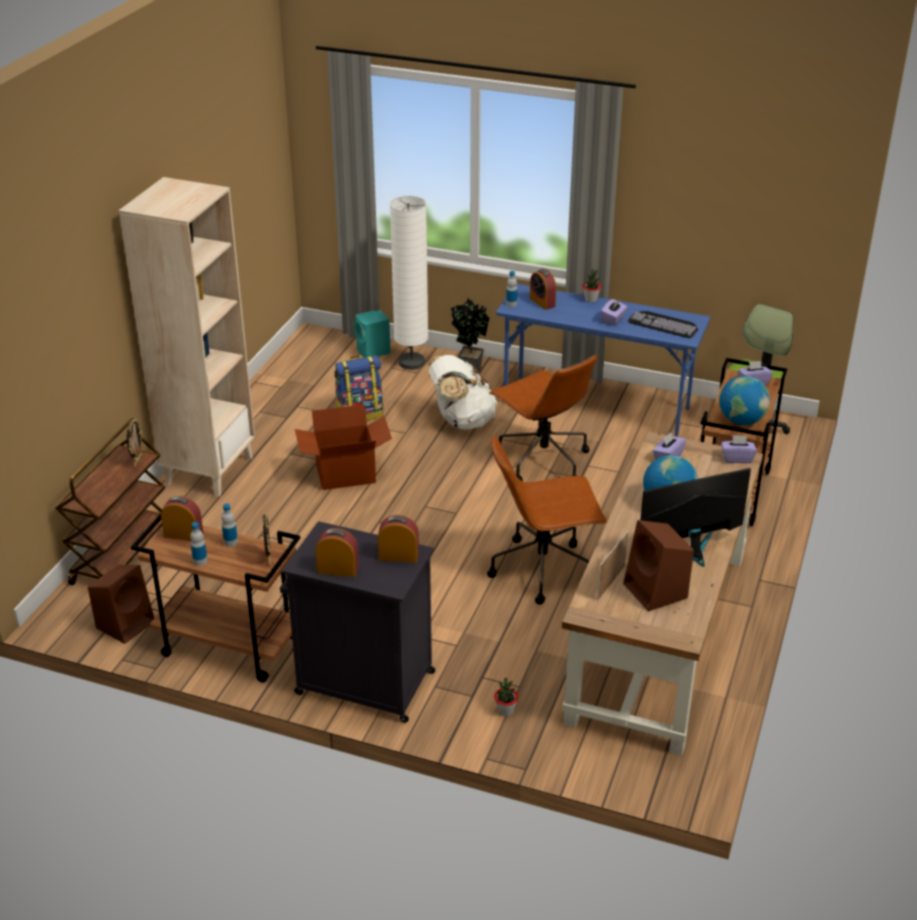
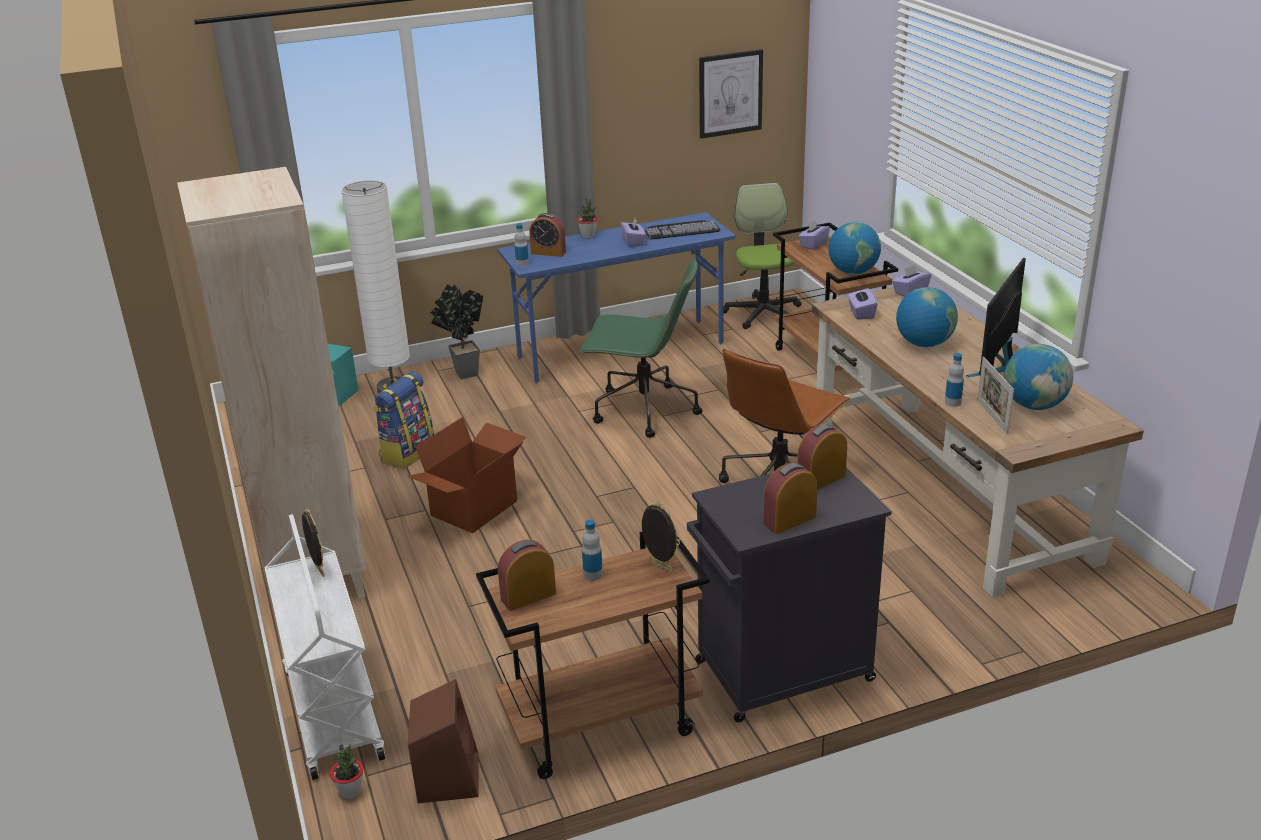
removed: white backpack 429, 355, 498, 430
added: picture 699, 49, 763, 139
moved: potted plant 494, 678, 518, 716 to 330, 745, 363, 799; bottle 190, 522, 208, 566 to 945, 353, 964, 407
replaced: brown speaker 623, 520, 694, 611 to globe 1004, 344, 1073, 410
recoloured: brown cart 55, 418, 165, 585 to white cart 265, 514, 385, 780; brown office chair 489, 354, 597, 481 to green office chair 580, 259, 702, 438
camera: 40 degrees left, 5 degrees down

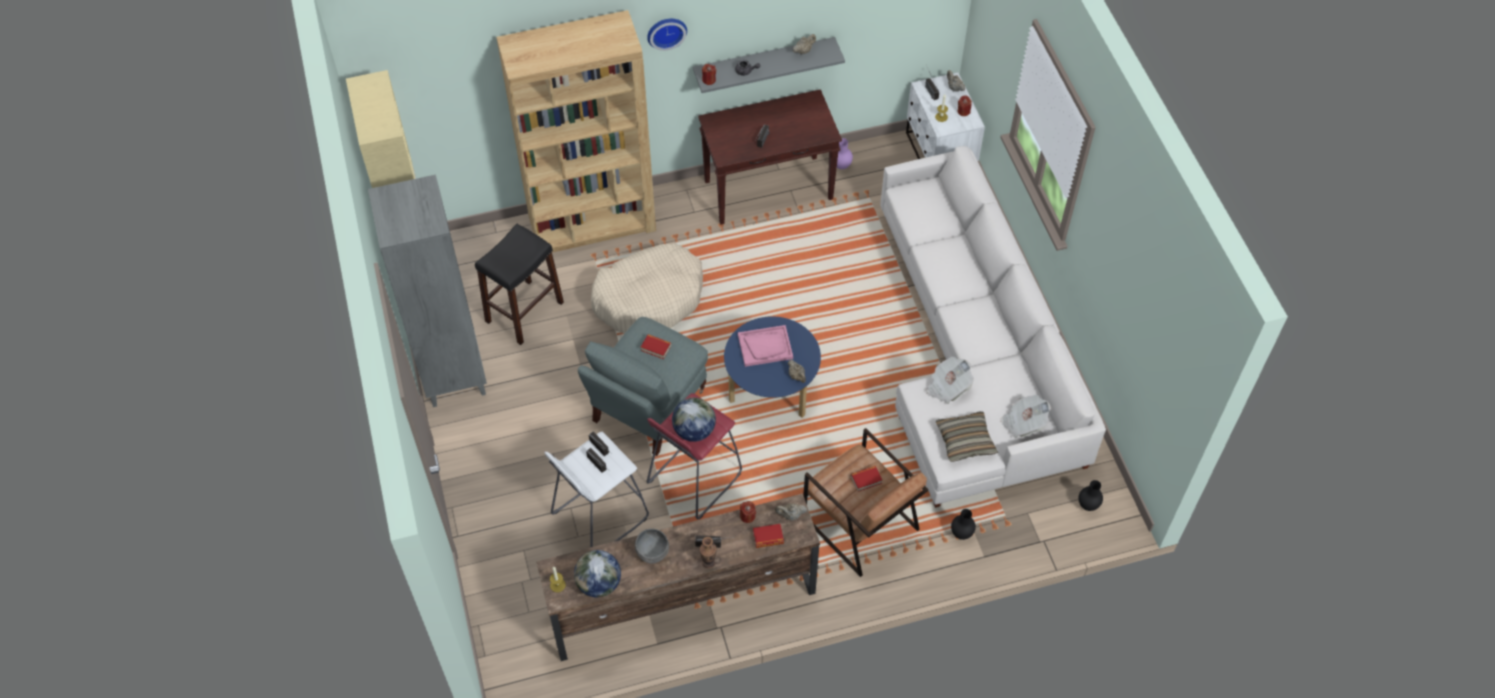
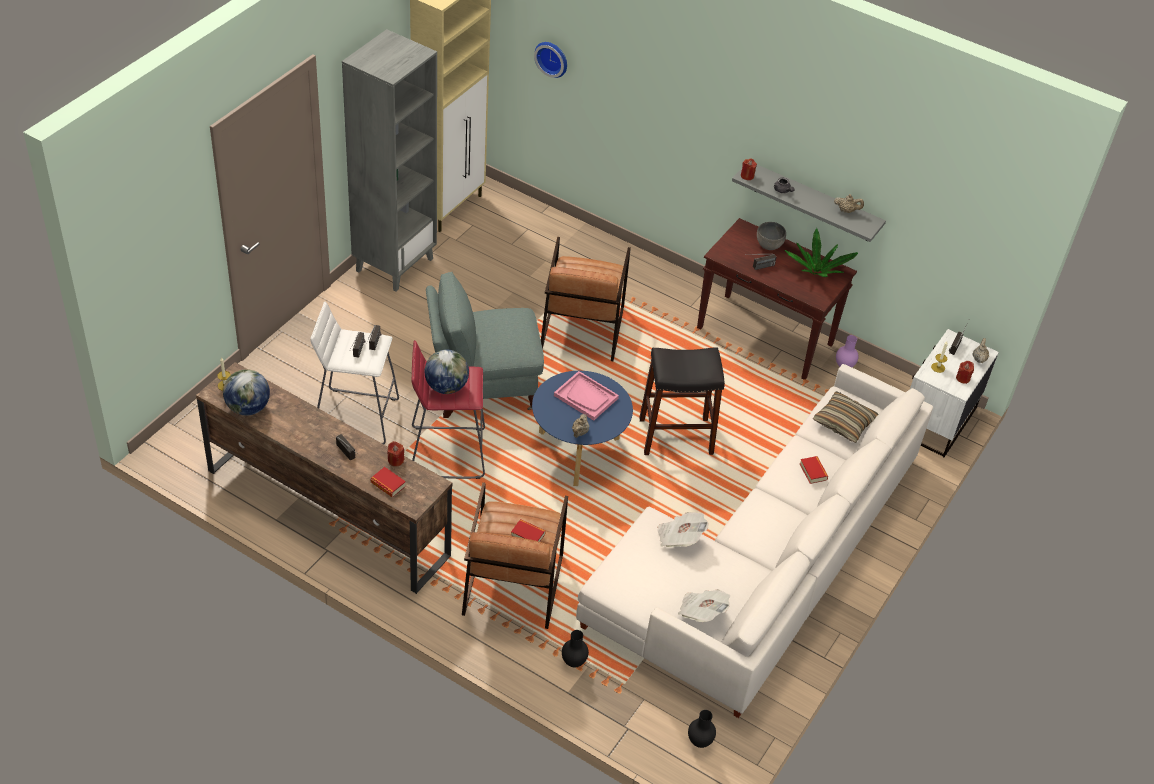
removed: brown bookcase 496, 10, 656, 253; vase 700, 537, 717, 568; beige teapot 775, 503, 808, 521
added: potted plant 785, 228, 858, 277
moved: wall clock 647, 19, 687, 51 to 534, 42, 567, 78; black stool 475, 224, 564, 345 to 639, 347, 725, 455; grey bowl 635, 529, 669, 564 to 757, 222, 786, 250; book 641, 334, 671, 359 to 800, 456, 828, 484; pillow 936, 411, 998, 462 to 813, 391, 878, 443
replaced: beige dog bed 591, 243, 703, 334 to brown armchair 541, 237, 631, 361
camera: 45 degrees right, 10 degrees down

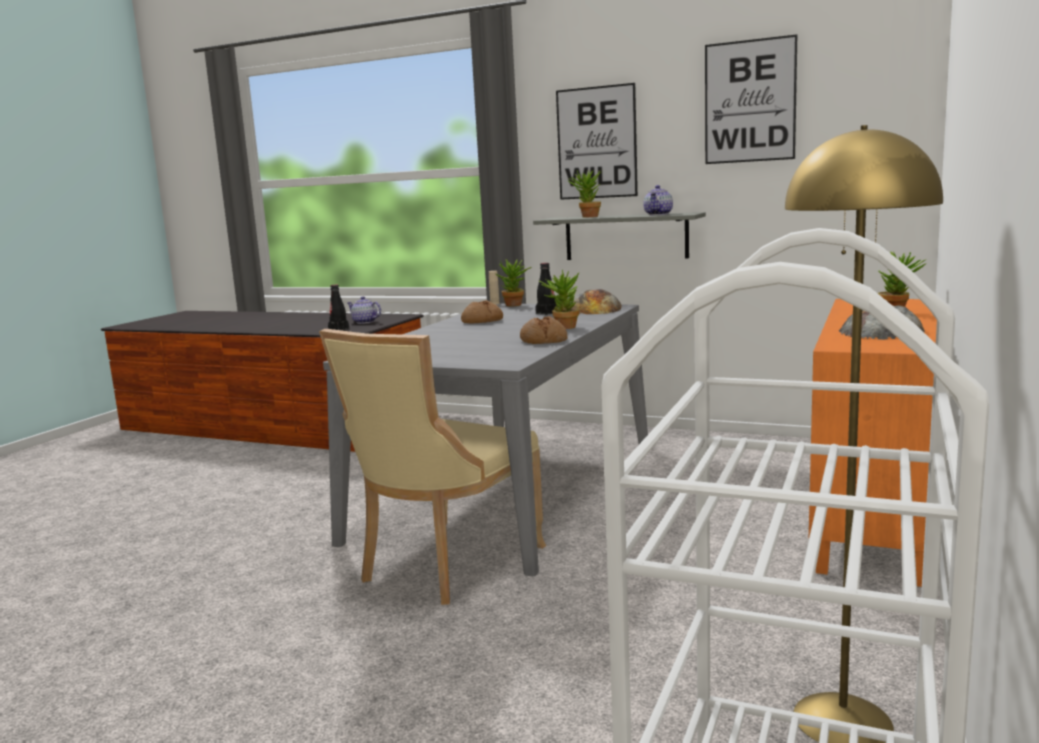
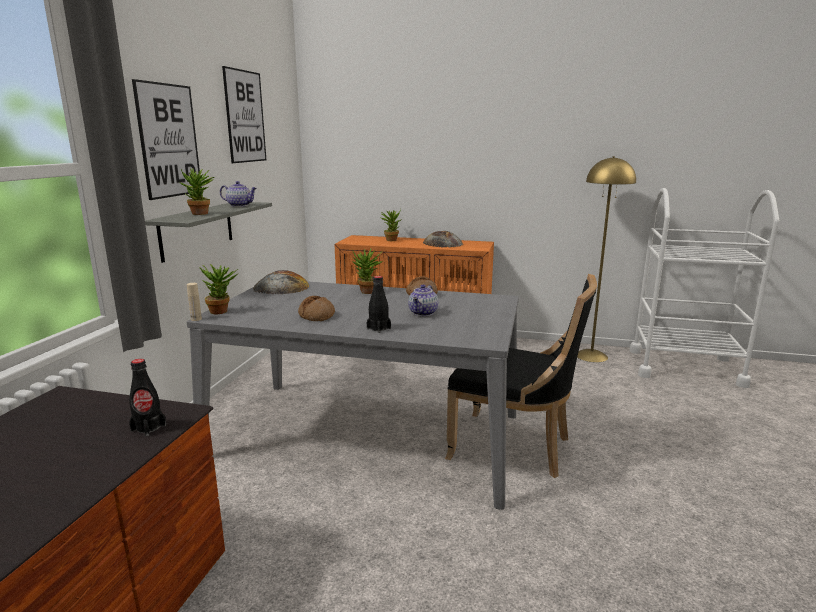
moved: black bottle 535, 263, 557, 316 to 367, 276, 391, 333; teapot 347, 296, 381, 324 to 408, 285, 438, 316
recoloured: beige chair 319, 329, 546, 605 to black chair 445, 274, 597, 478
camera: 100 degrees left, 5 degrees up

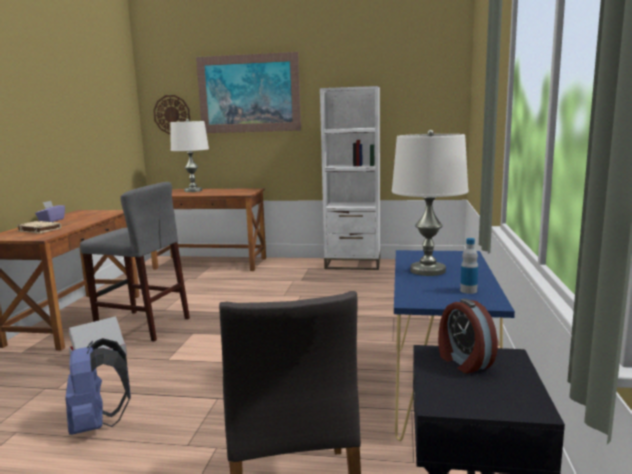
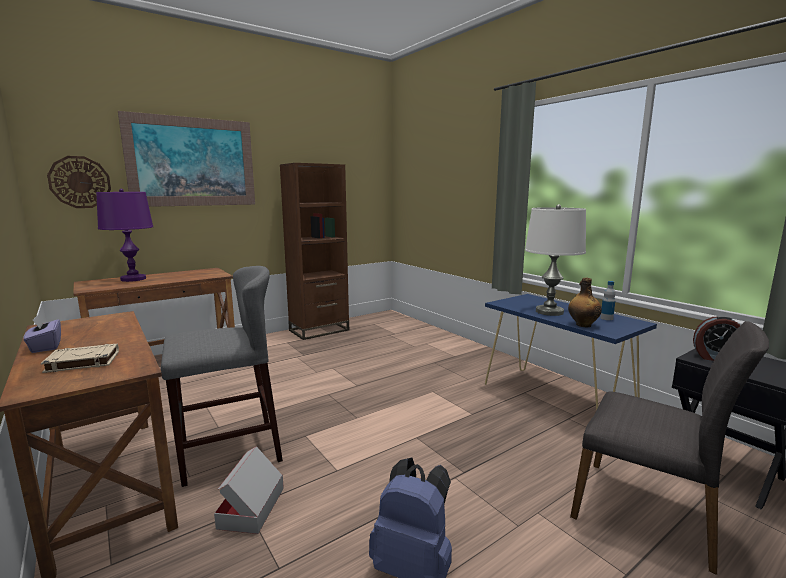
added: bottle 568, 278, 602, 327
recoloured: white table lamp 171, 119, 209, 192 to purple table lamp 96, 189, 153, 282; white bookcase 320, 86, 380, 270 to brown bookcase 280, 163, 349, 340
camera: 45 degrees left, 0 degrees up

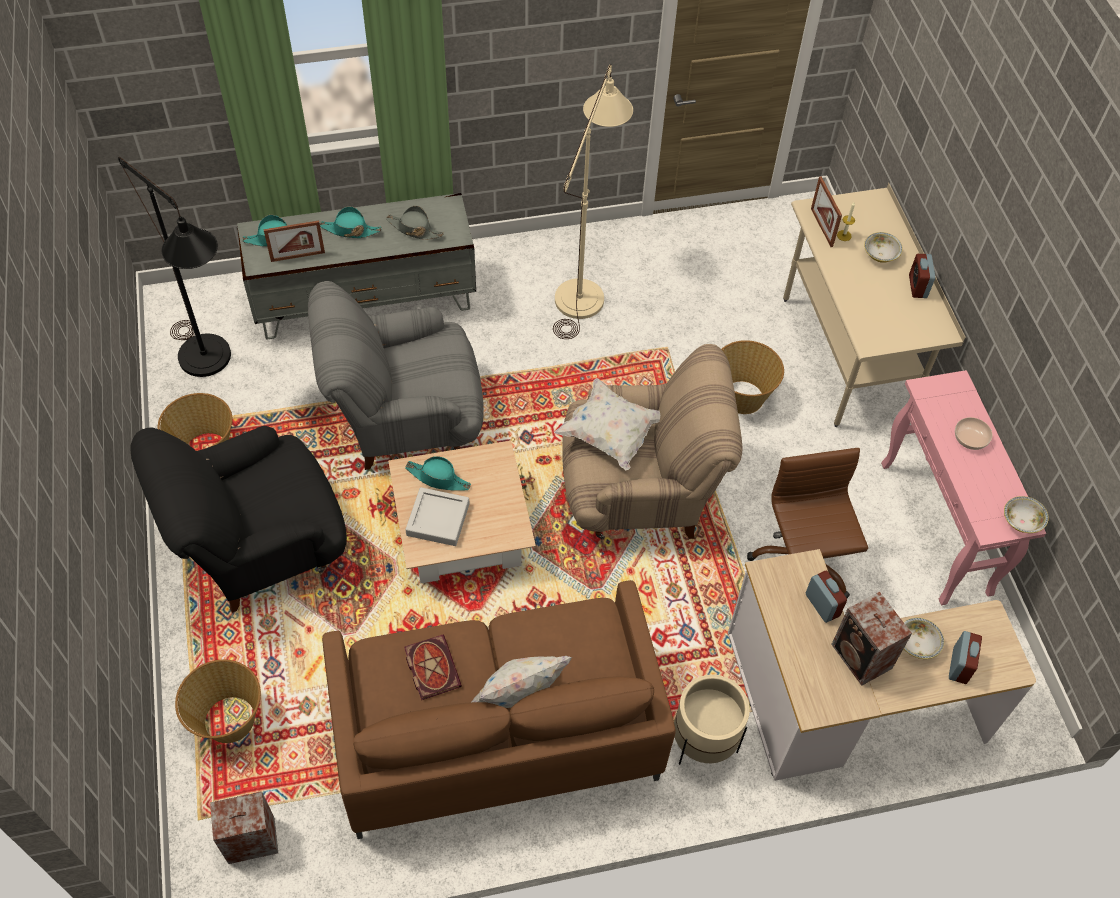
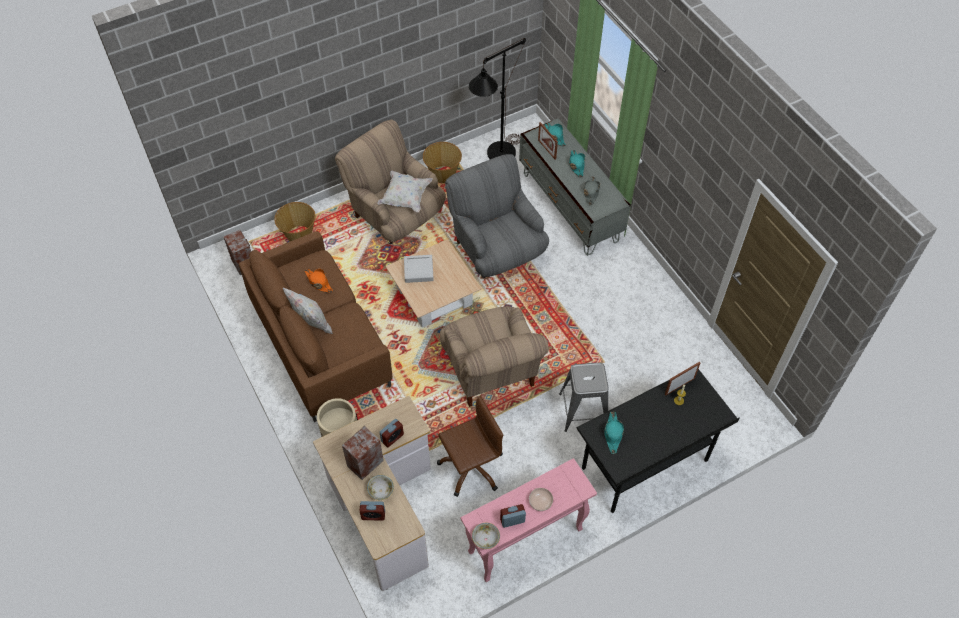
removed: beige floor lamp 553, 64, 633, 339; bowl 864, 232, 903, 263
moved: white pillow 554, 378, 660, 470 to 377, 170, 433, 212; alarm clock 909, 254, 935, 298 to 500, 504, 526, 528; turquoise hat 405, 456, 471, 491 to 604, 412, 624, 454
replaced: book 404, 635, 462, 700 to orange hat 305, 269, 333, 293; basket 722, 340, 784, 414 to grey stool 559, 363, 609, 432
recoloured: black armchair 131, 426, 347, 613 to beige armchair 335, 120, 446, 244; beige desk 783, 183, 965, 427 to black desk 577, 369, 740, 513
camera: 75 degrees right, 0 degrees up

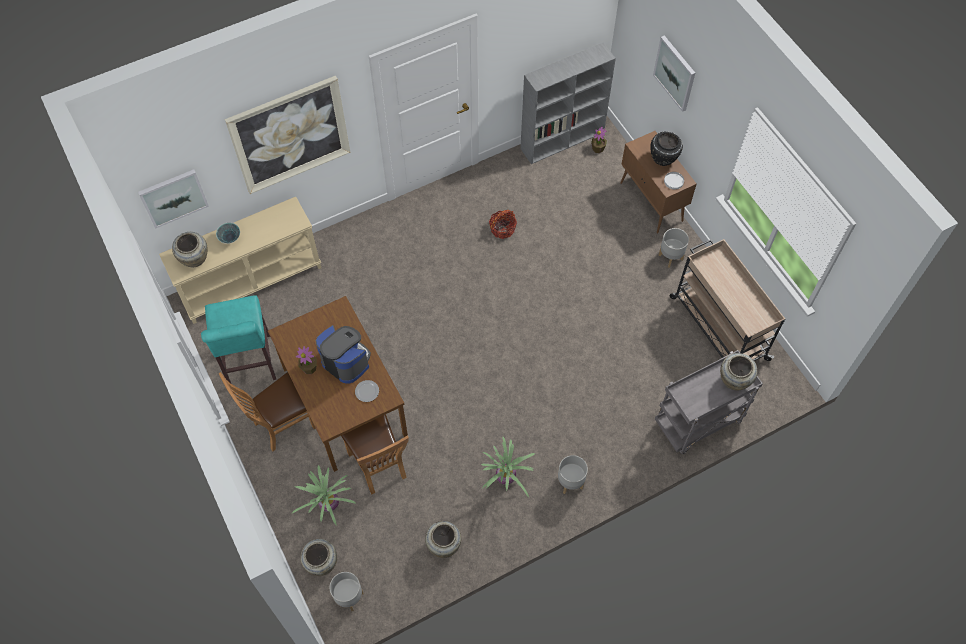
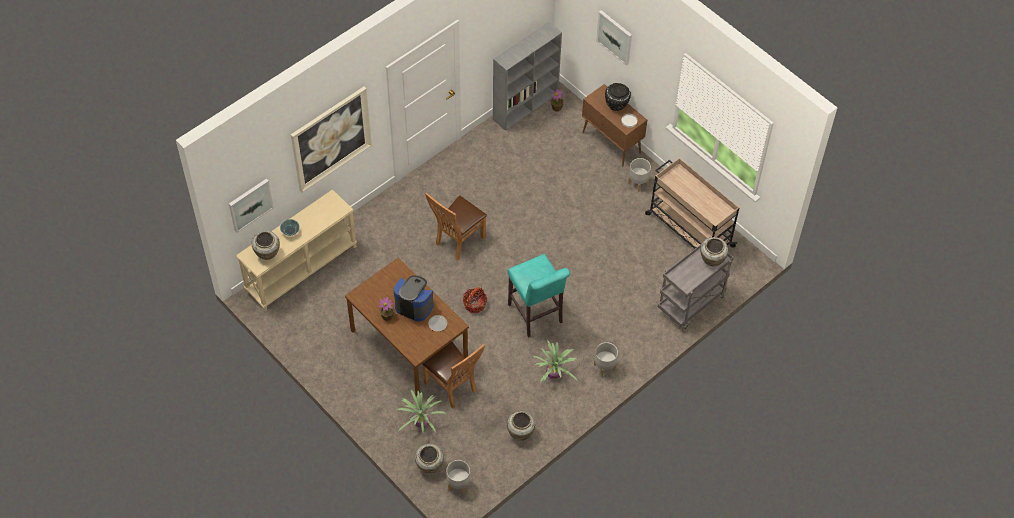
moved: brown chair 218, 372, 316, 452 to 425, 192, 487, 260; basket 489, 210, 517, 239 to 463, 287, 487, 313; turquoise stool 201, 295, 276, 383 to 508, 254, 570, 337
camera: 15 degrees left, 5 degrees down

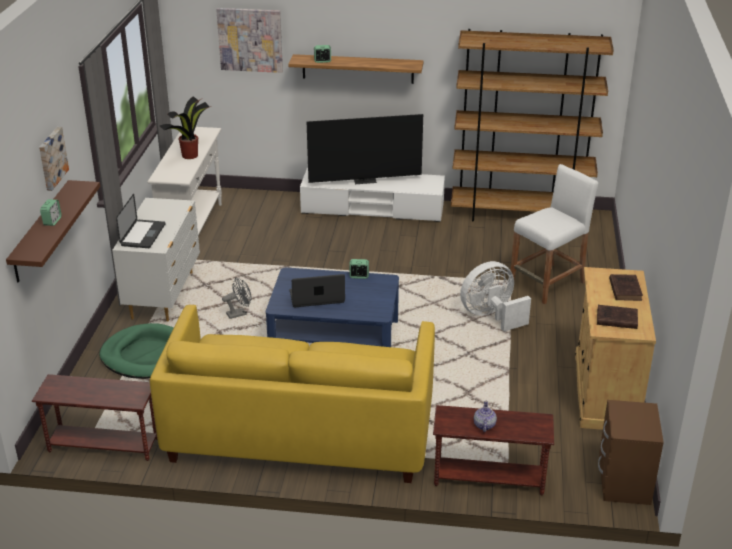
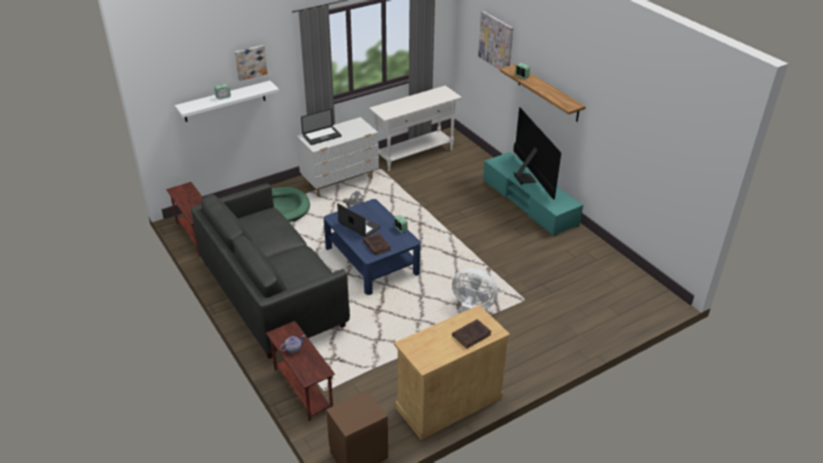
removed: potted plant 160, 96, 211, 159; brown bookcase 451, 29, 614, 222; white stool 511, 164, 598, 305
moved: brown book 597, 305, 638, 329 to 363, 233, 391, 255
recoloured: brown shelf 6, 180, 100, 282 to white shelf 175, 81, 279, 122; yellow sofa 150, 305, 435, 483 to grey sofa 191, 184, 350, 359; white tv stand 300, 168, 445, 222 to turquoise tv stand 483, 152, 583, 236
turned: television 307, 114, 423, 184 = 513, 107, 561, 199 150 degrees counterclockwise
camera: 50 degrees right, 5 degrees up

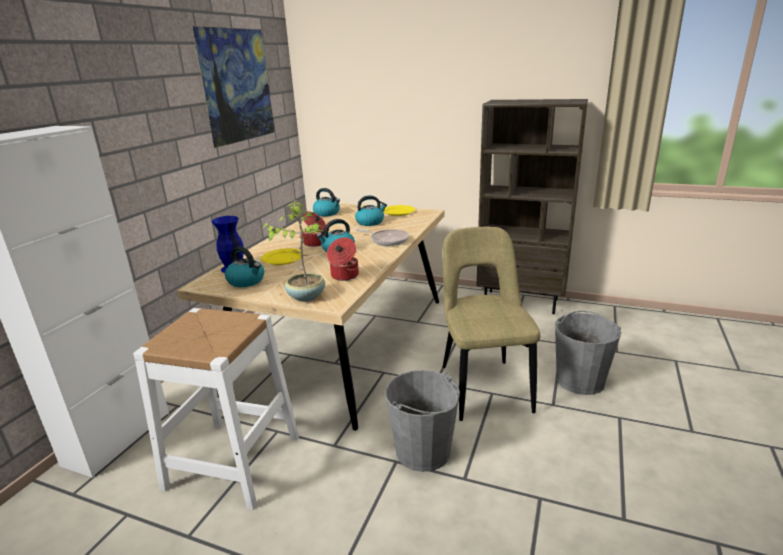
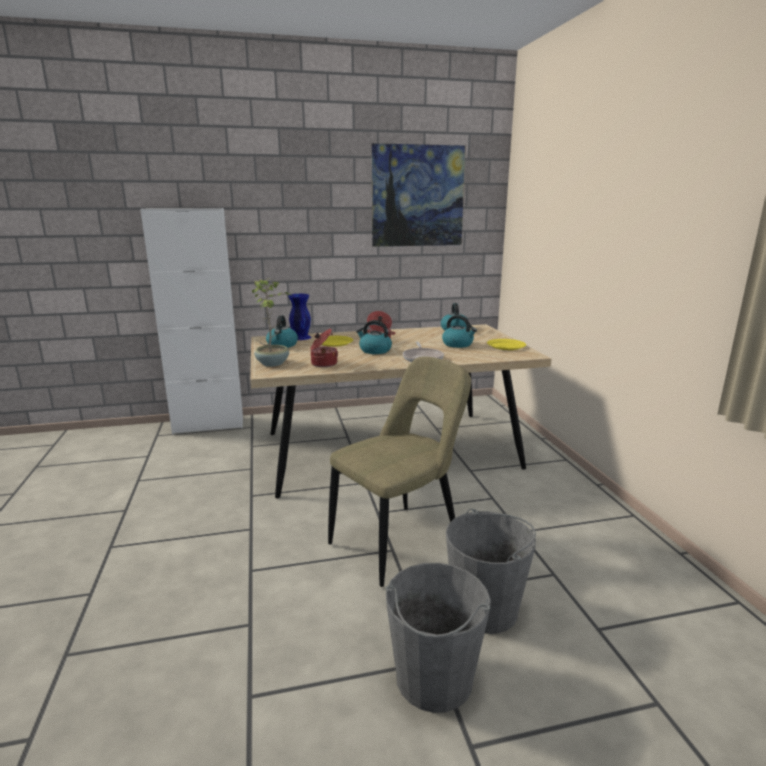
removed: white stool 133, 308, 299, 510; brown bookcase 476, 99, 588, 314
moved: grey bucket 385, 370, 460, 472 to 386, 563, 491, 713
camera: 55 degrees right, 5 degrees down

